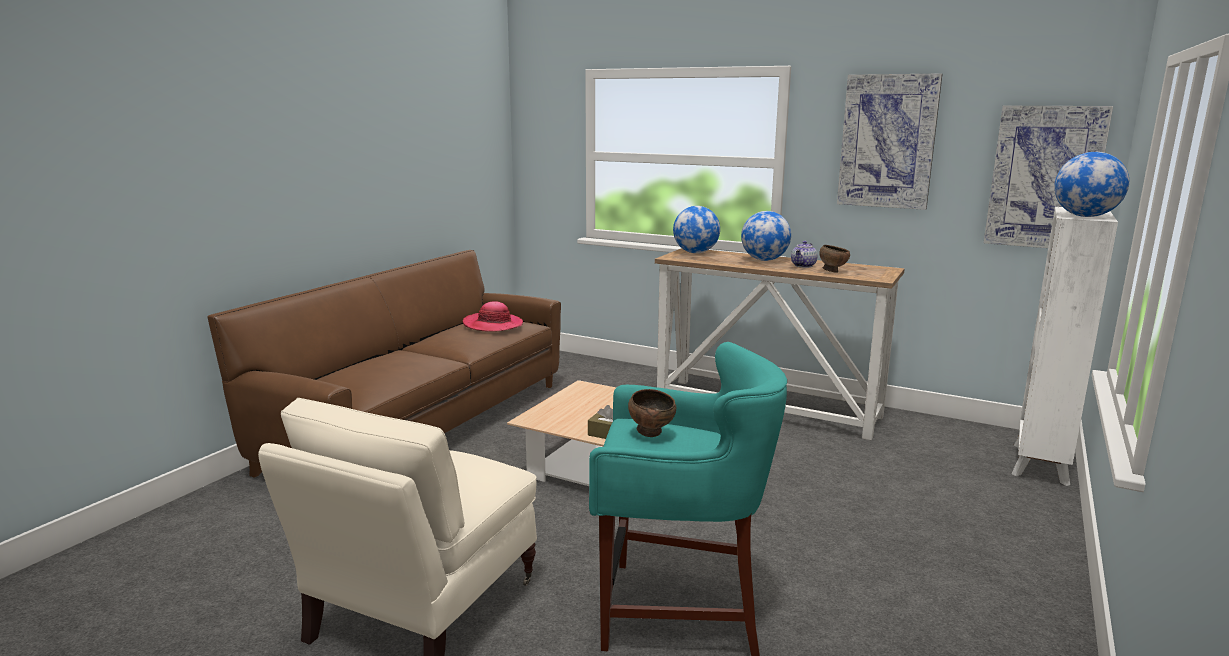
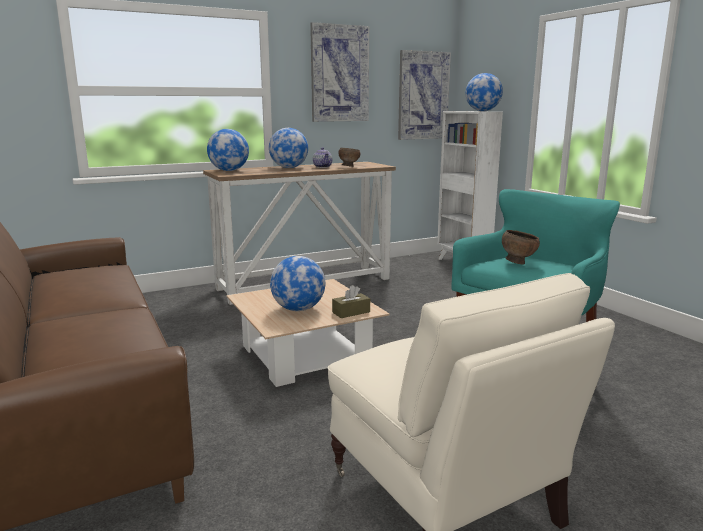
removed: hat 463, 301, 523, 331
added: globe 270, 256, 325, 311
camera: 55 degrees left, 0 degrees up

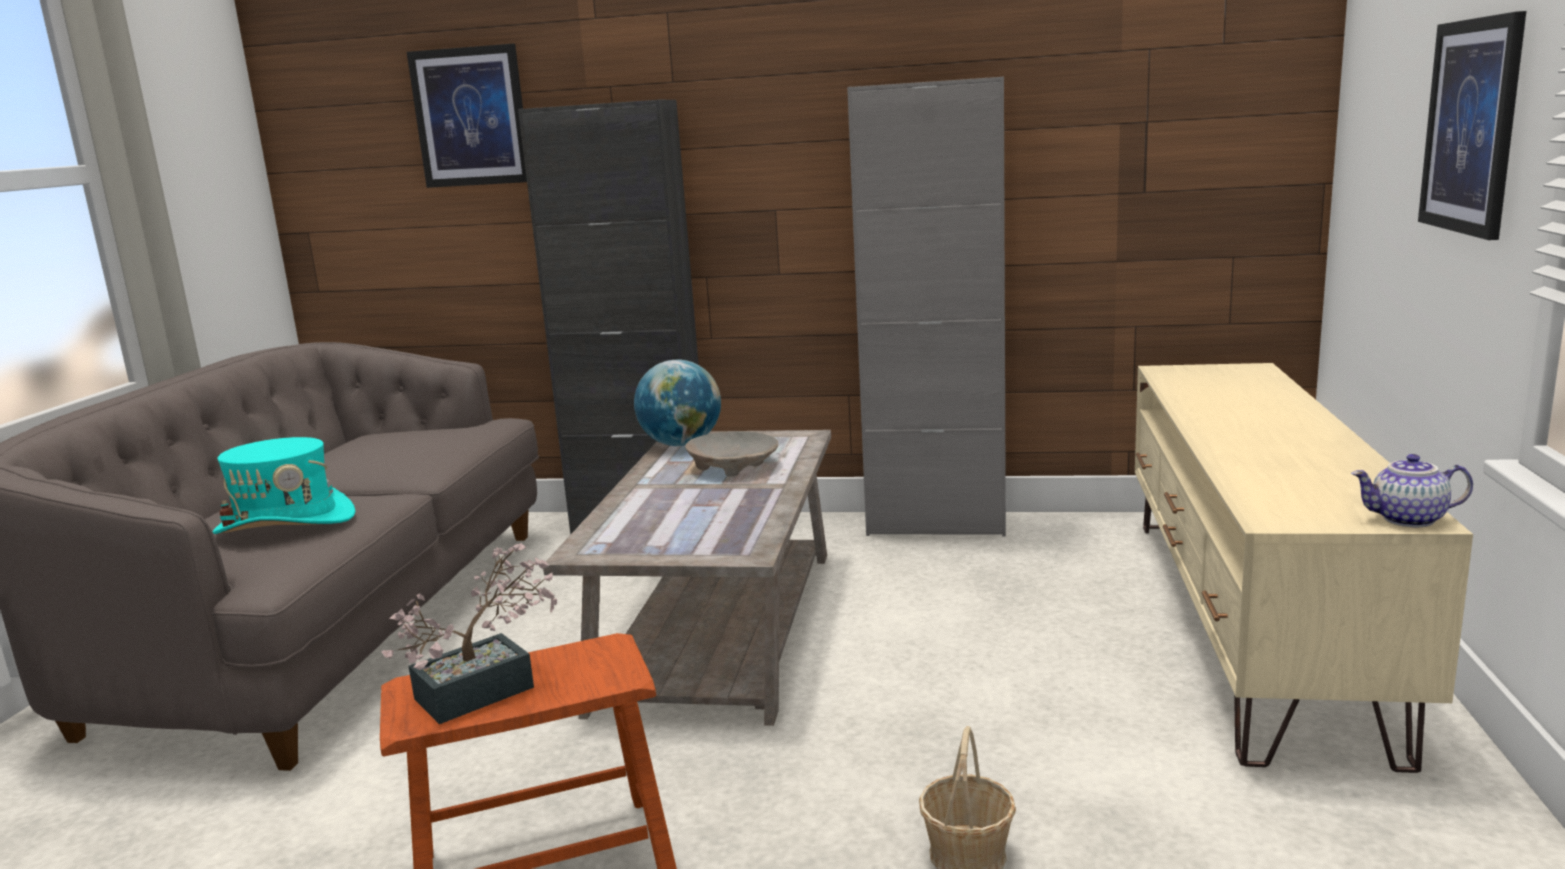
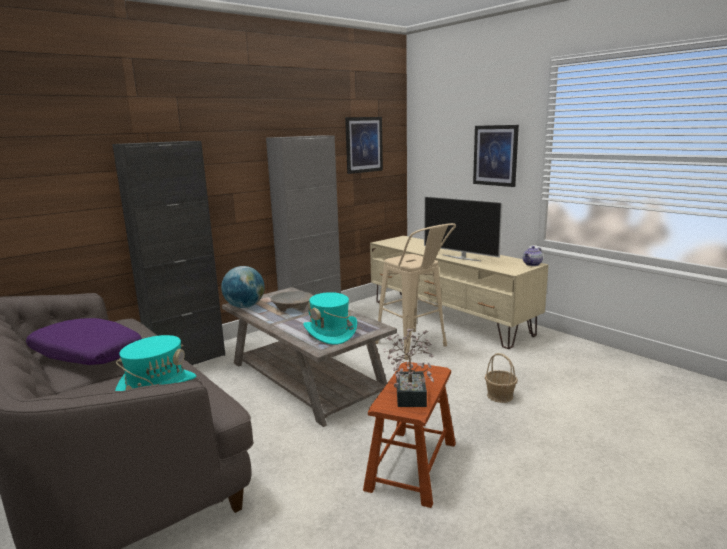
added: purple pillow 26, 318, 142, 365; turquoise hat 303, 292, 357, 345; beige stool 375, 223, 456, 360; television 424, 196, 503, 261
moved: picture 407, 44, 527, 188 to 345, 117, 383, 174
camera: 50 degrees left, 0 degrees up

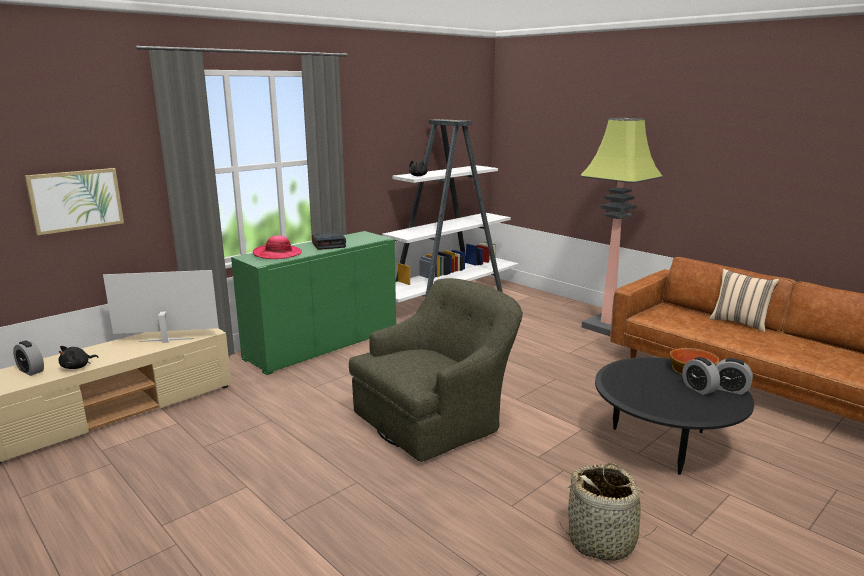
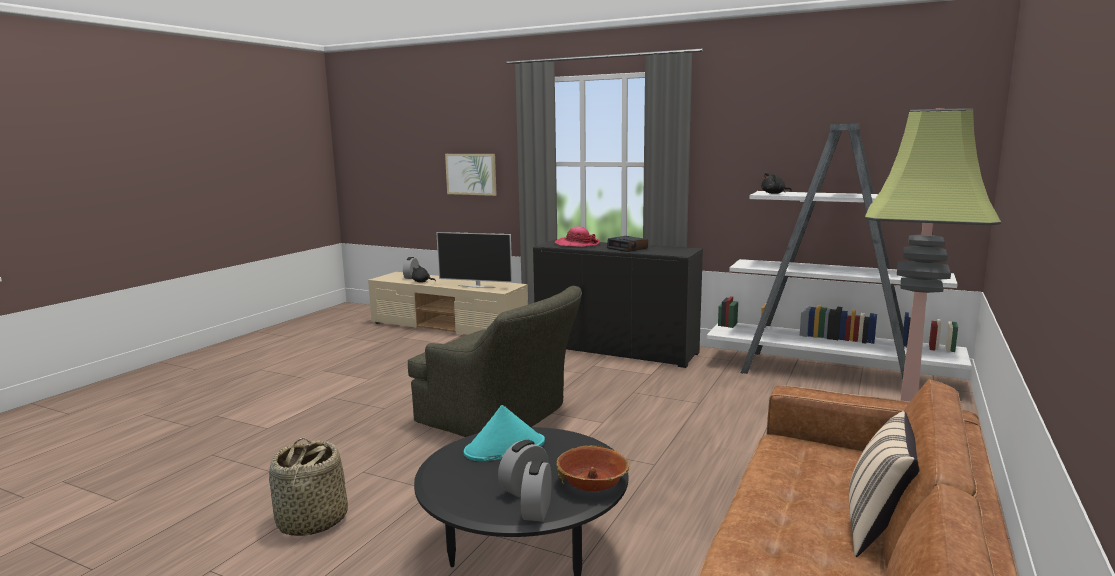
added: turquoise hat 464, 405, 545, 461
recoloured: green cabinet 231, 231, 396, 375 to black cabinet 533, 239, 703, 368
turned: television 103, 270, 219, 343 = 436, 232, 512, 288 135 degrees clockwise
camera: 70 degrees right, 5 degrees down

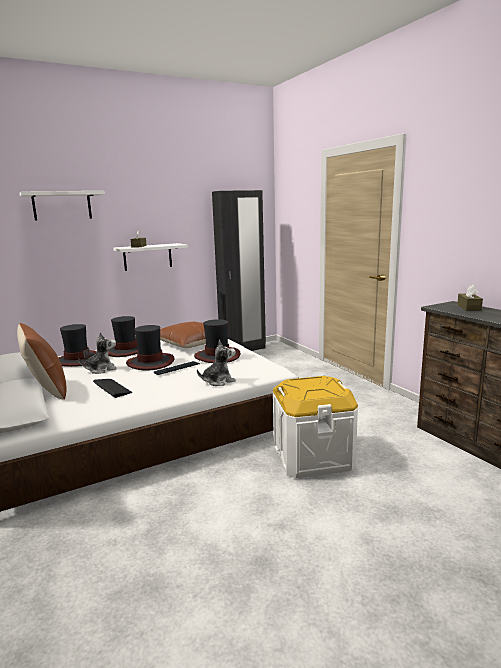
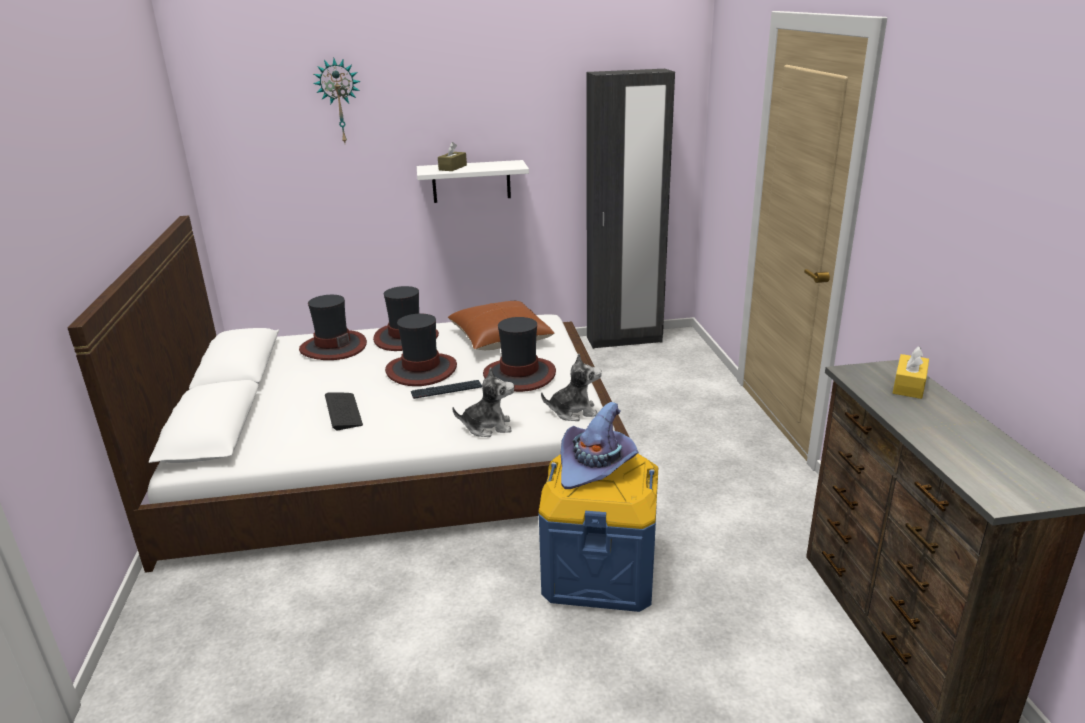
removed: brown pillow 17, 323, 66, 400
added: purple hat 560, 402, 638, 489
moved: plush toy 78, 332, 117, 374 to 541, 354, 602, 421
replaced: white shelf 19, 191, 105, 221 to wall clock 313, 58, 361, 143
recoloured: white storage box 273, 376, 358, 478 to blue storage box 538, 454, 658, 612; brown tissue box 457, 285, 483, 311 to yellow tissue box 893, 347, 929, 399
camera: 20 degrees right, 10 degrees up

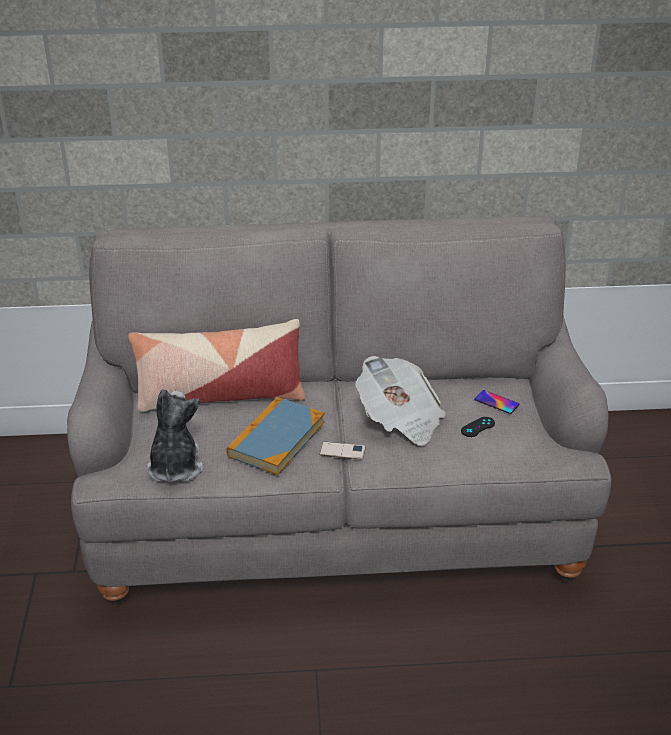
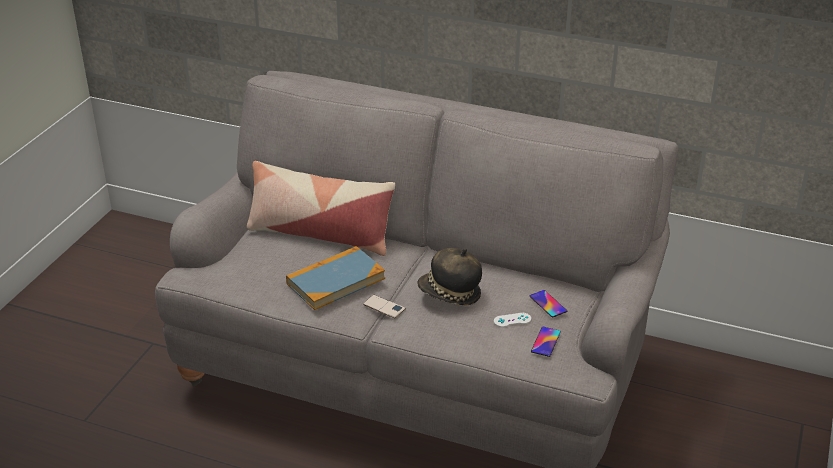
removed: plush toy 147, 389, 204, 482
added: phone 531, 327, 561, 357
replaced: newspaper 355, 356, 446, 446 to hat 417, 248, 482, 305
recoloured: black game controller 461, 417, 495, 437 to white game controller 494, 313, 531, 327
camera: 25 degrees right, 0 degrees up

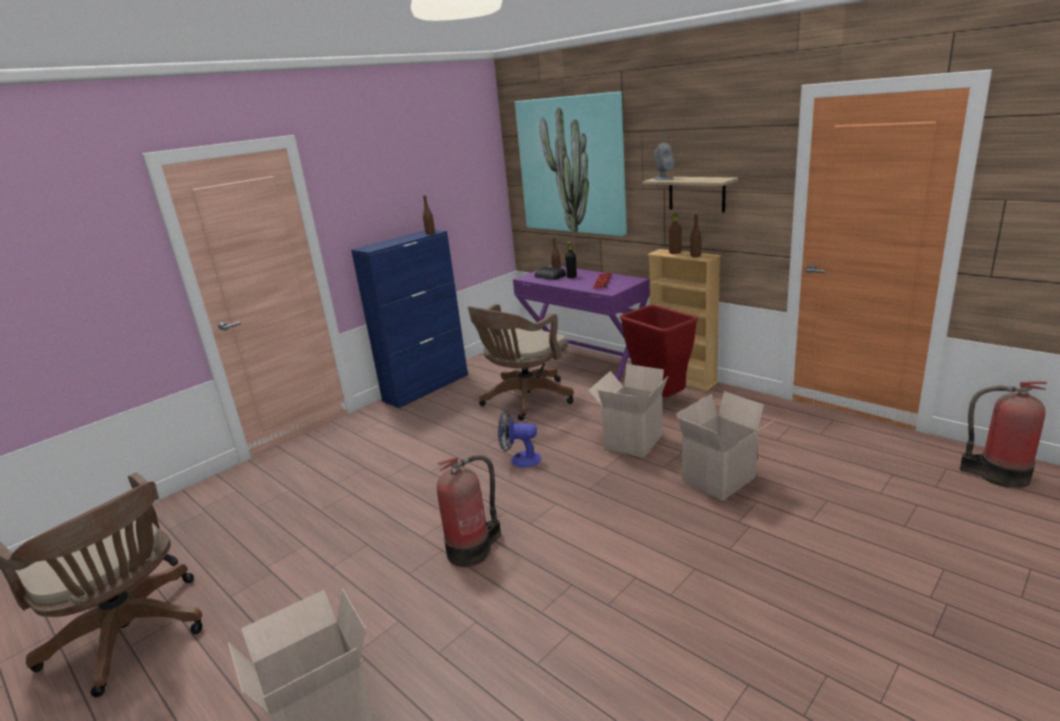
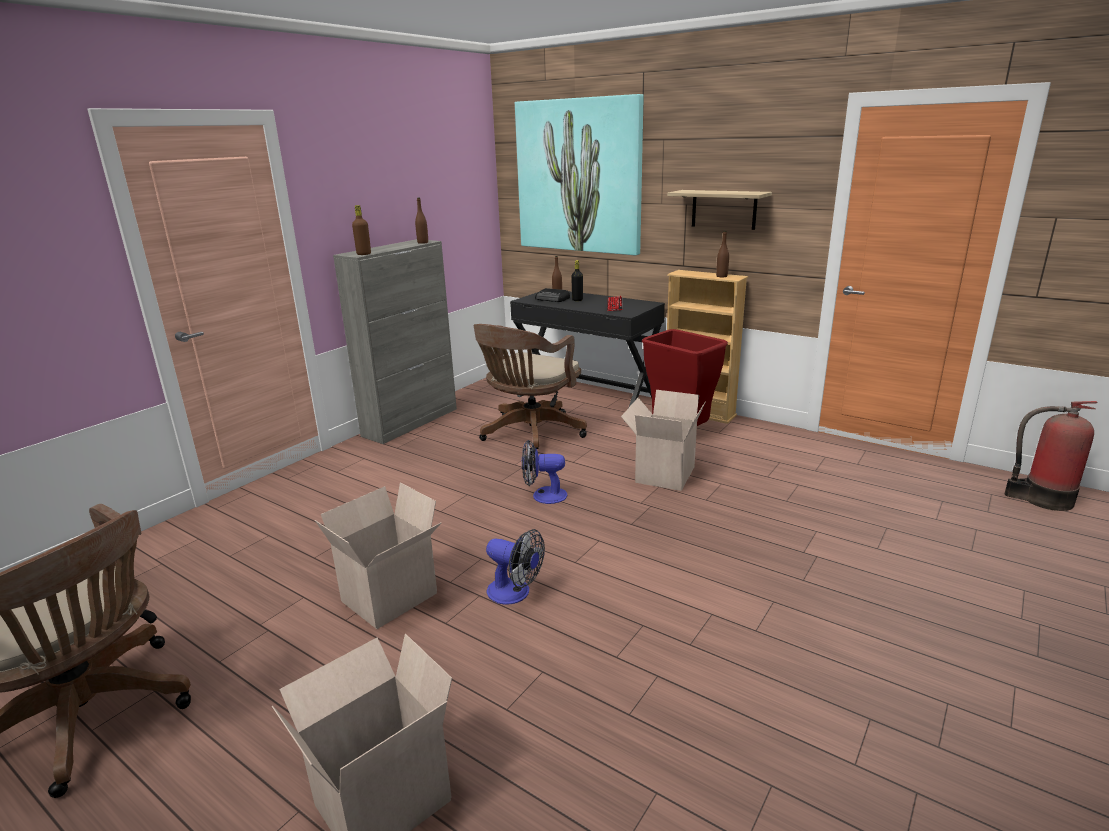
removed: grey speaker 654, 143, 674, 181
moved: cardboard box 676, 391, 774, 501 to 315, 482, 442, 629; brown bottle 669, 213, 682, 254 to 352, 205, 371, 255
replaced: fire extinguisher 437, 455, 501, 567 to fan 486, 529, 545, 605
recoloured: blue cabinet 351, 230, 468, 408 to grey cabinet 333, 239, 457, 444; purple desk 513, 265, 650, 381 to black desk 510, 291, 665, 422
camera: 10 degrees left, 0 degrees up

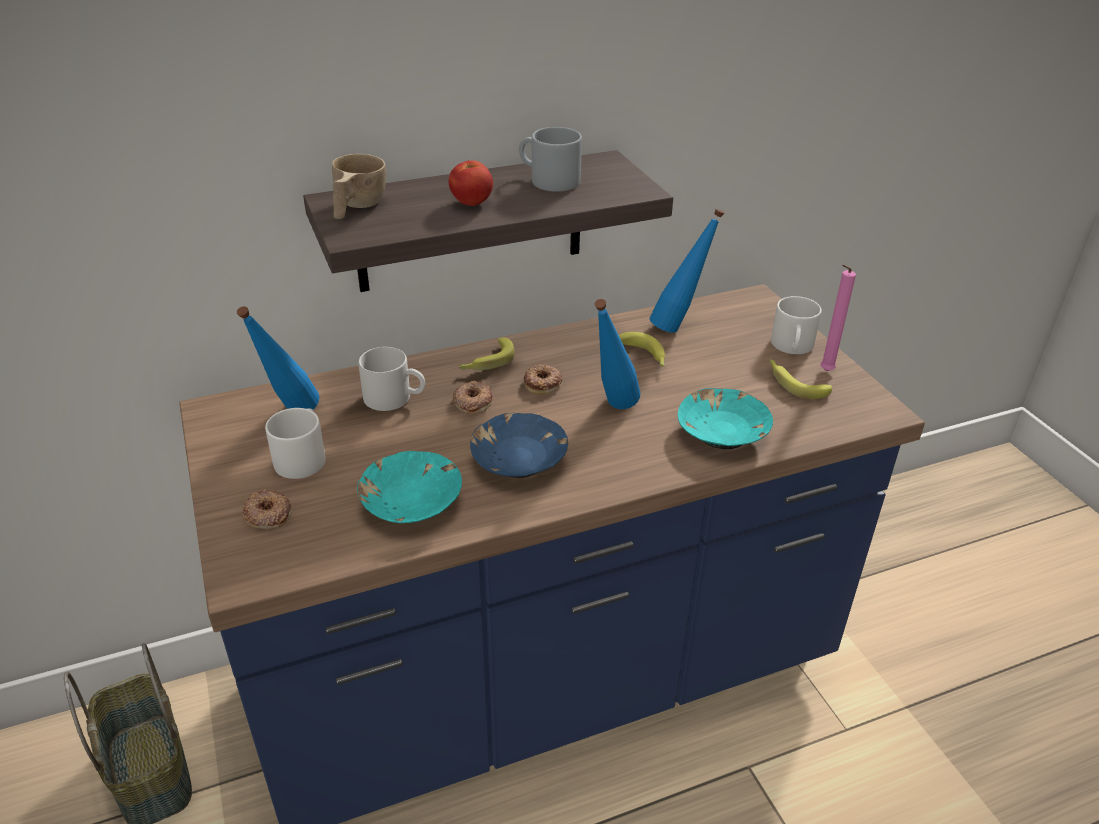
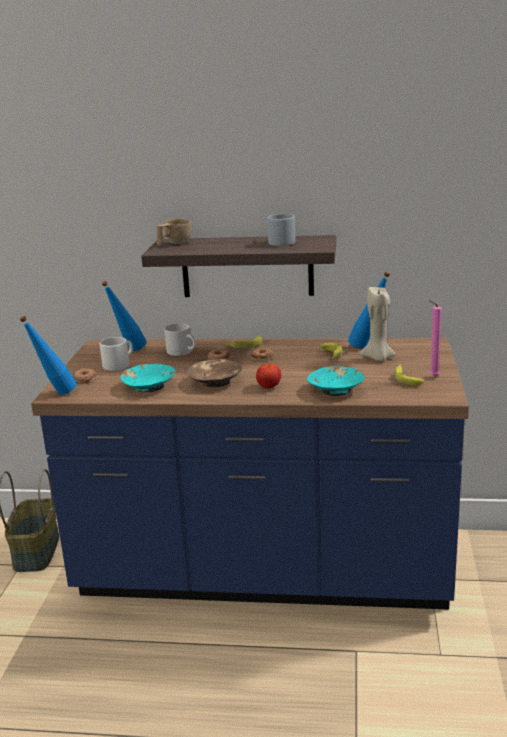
removed: white mug 771, 296, 822, 354
added: beige candle 360, 287, 396, 361
moved: blue bottle 595, 299, 641, 409 to 20, 316, 77, 395; tomato 449, 160, 493, 206 to 256, 363, 281, 389
recoloured: blue bowl 470, 413, 568, 478 to brown bowl 188, 359, 242, 388
camera: 30 degrees right, 15 degrees down

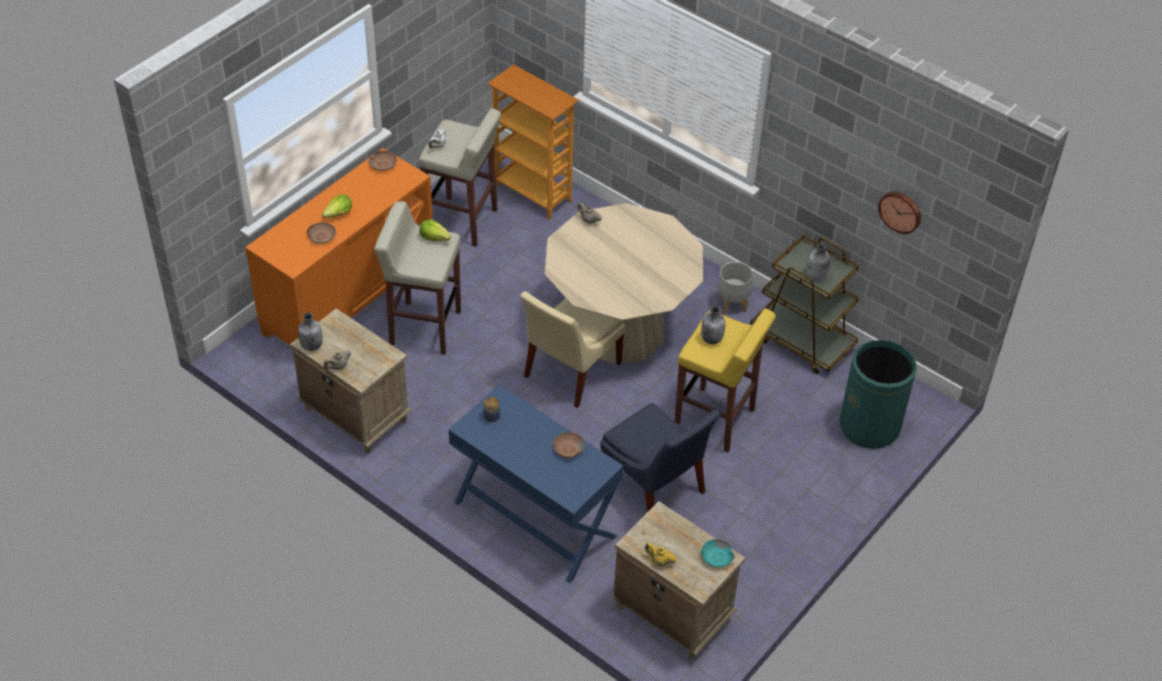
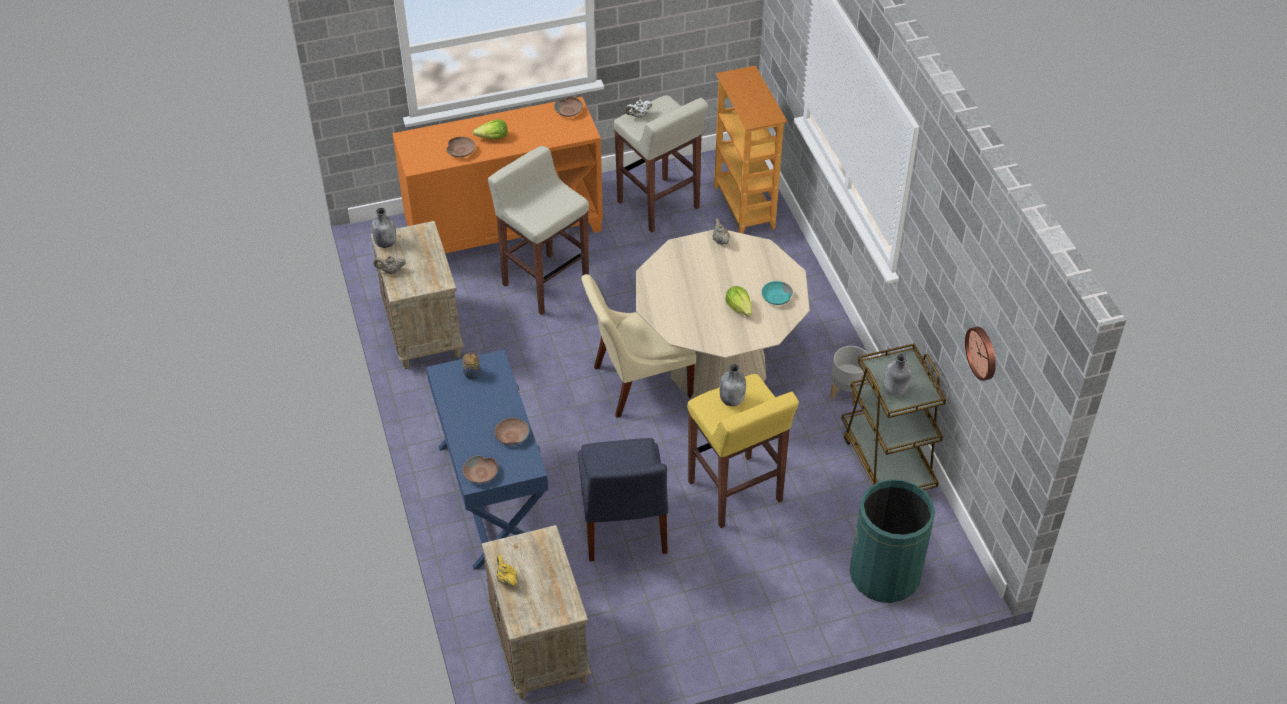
added: brown bowl 463, 455, 498, 483
moved: lettuce 419, 219, 451, 241 to 726, 286, 752, 316; turquoise bowl 701, 539, 734, 567 to 762, 281, 793, 305
camera: 35 degrees right, 0 degrees up

